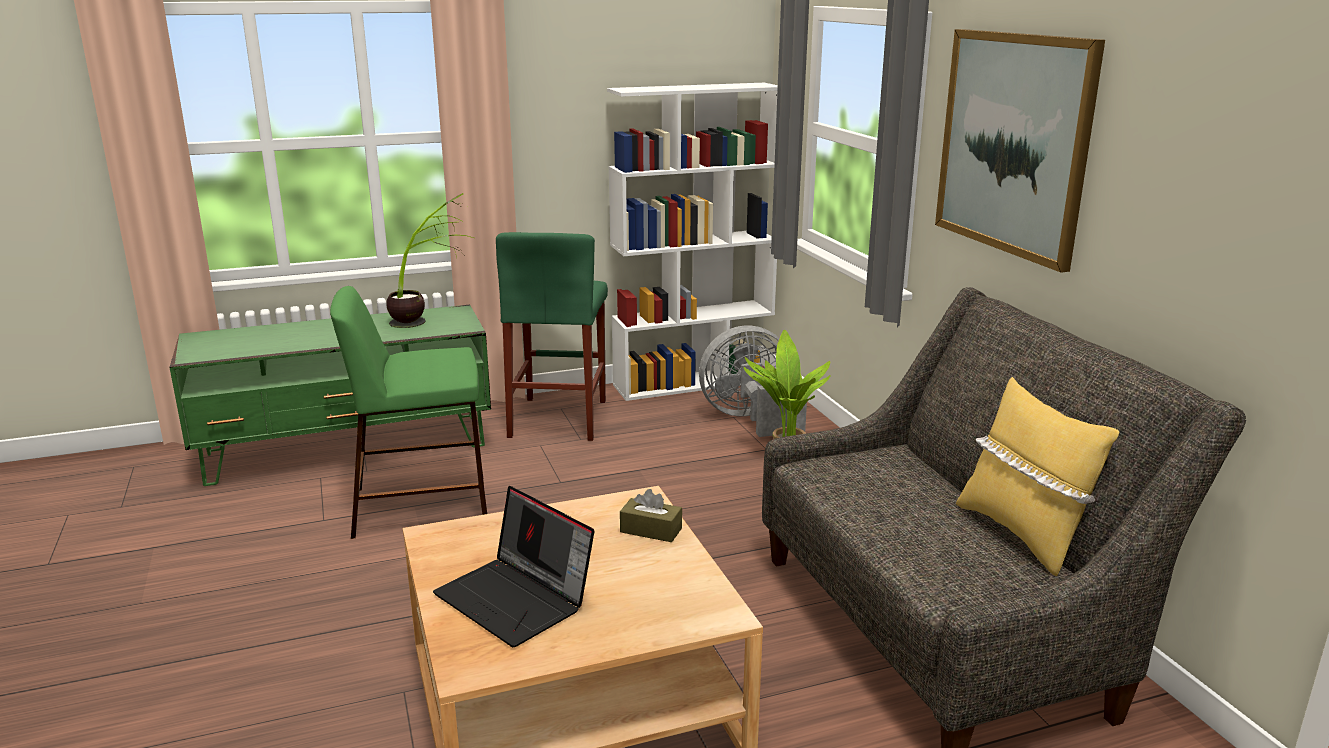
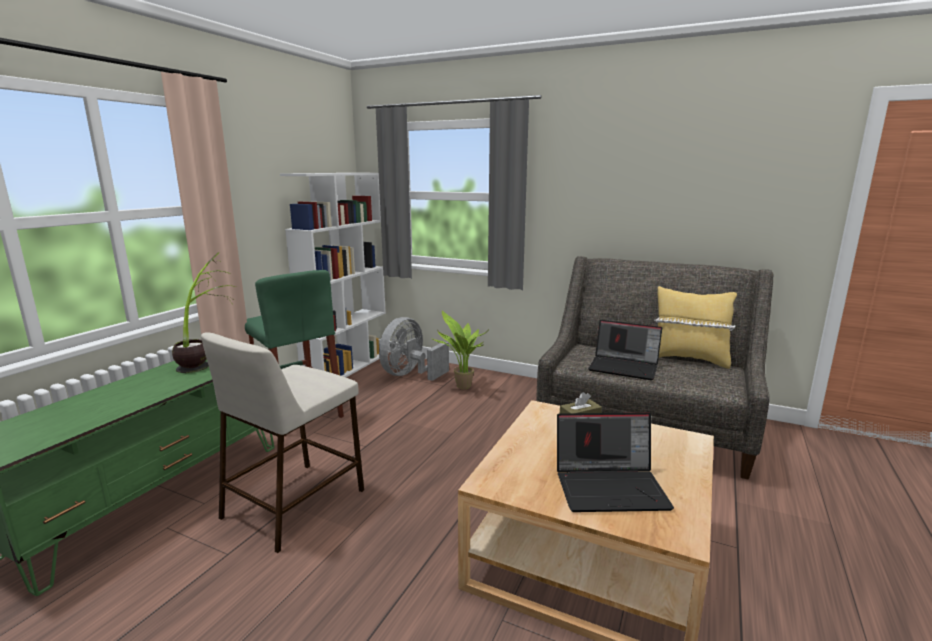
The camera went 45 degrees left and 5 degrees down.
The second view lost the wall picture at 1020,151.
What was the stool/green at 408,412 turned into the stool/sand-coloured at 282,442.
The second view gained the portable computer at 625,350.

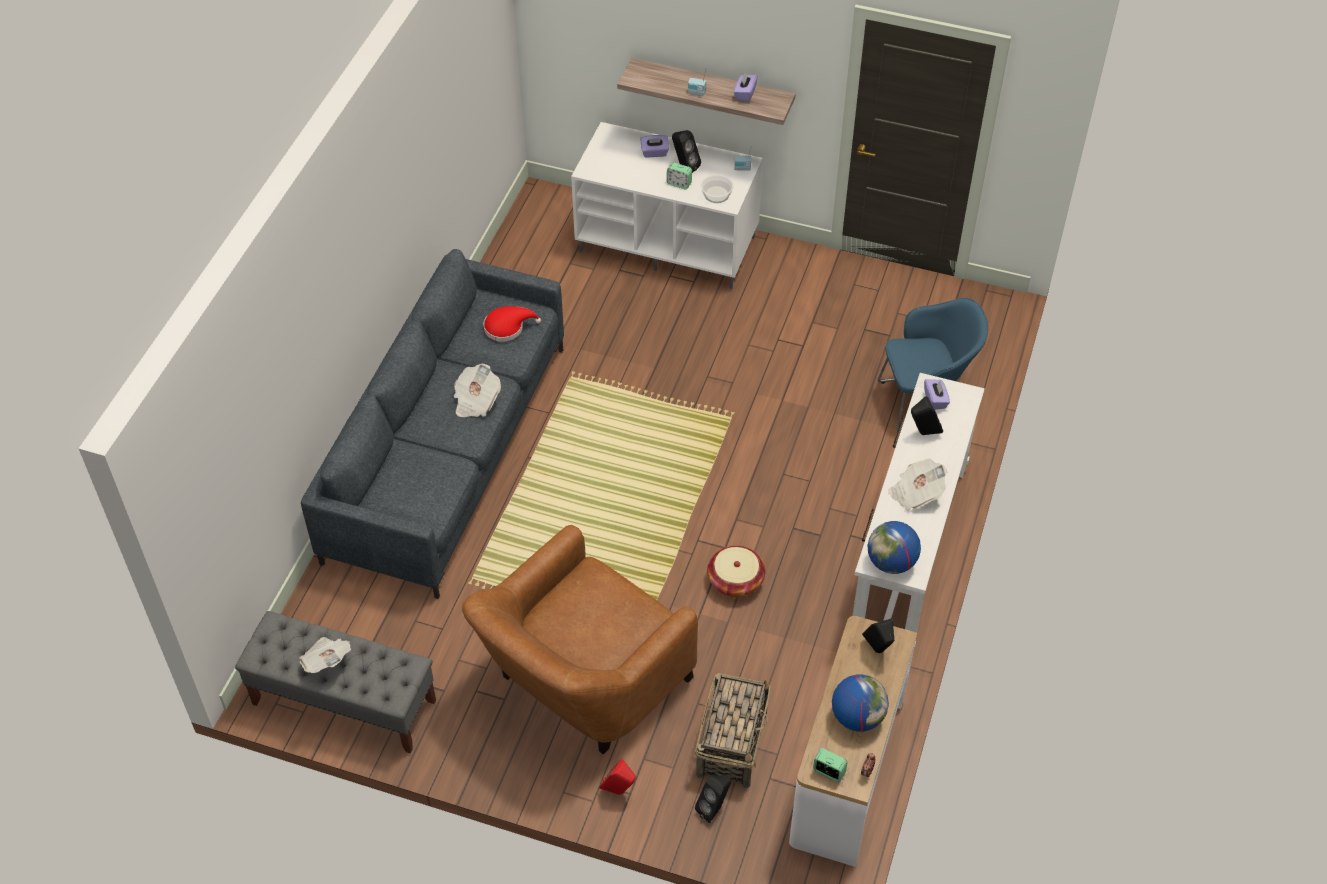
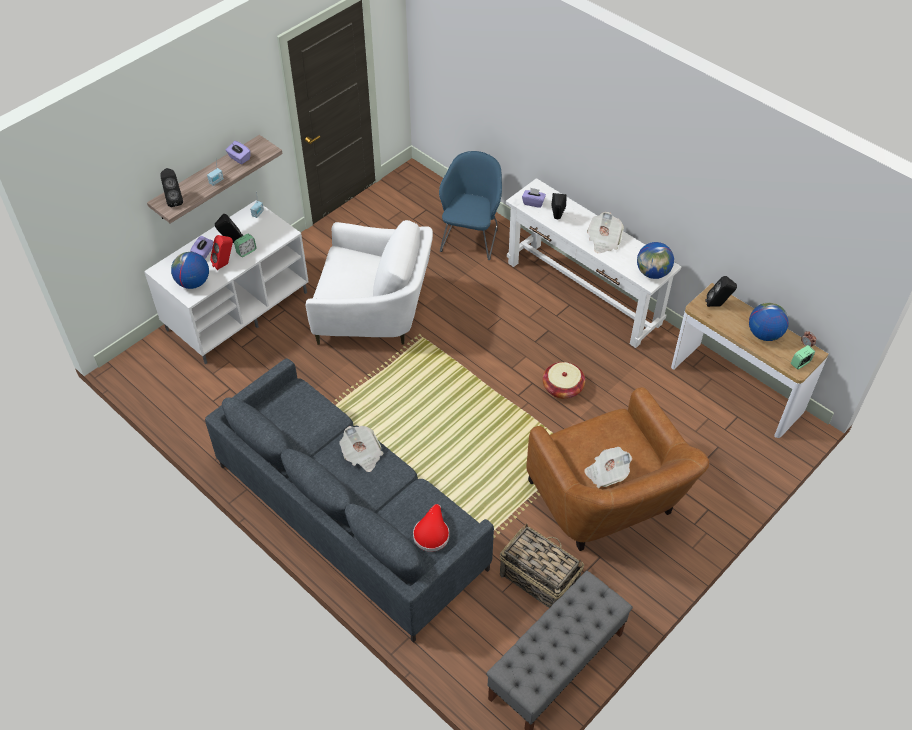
The camera went 65 degrees left and 0 degrees up.
The second view lost the serving bowl at 717,189.
The wearable hat/red-coloured ended up elsewhere, having gone from 512,324 to 431,528.
The daily paper ended up elsewhere, having gone from 325,655 to 608,467.
The basket ended up elsewhere, having gone from 732,731 to 542,565.
The audio speaker/red-coloured ended up elsewhere, having gone from 617,777 to 221,252.
The audio speaker/blackish ended up elsewhere, having gone from 713,799 to 171,187.
The second view gained the lounge chair/white at 369,282.
The second view gained the world globe at 190,270.

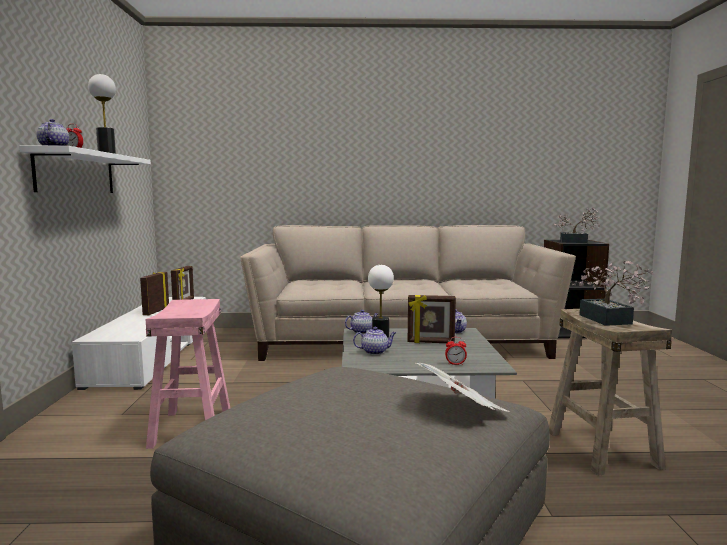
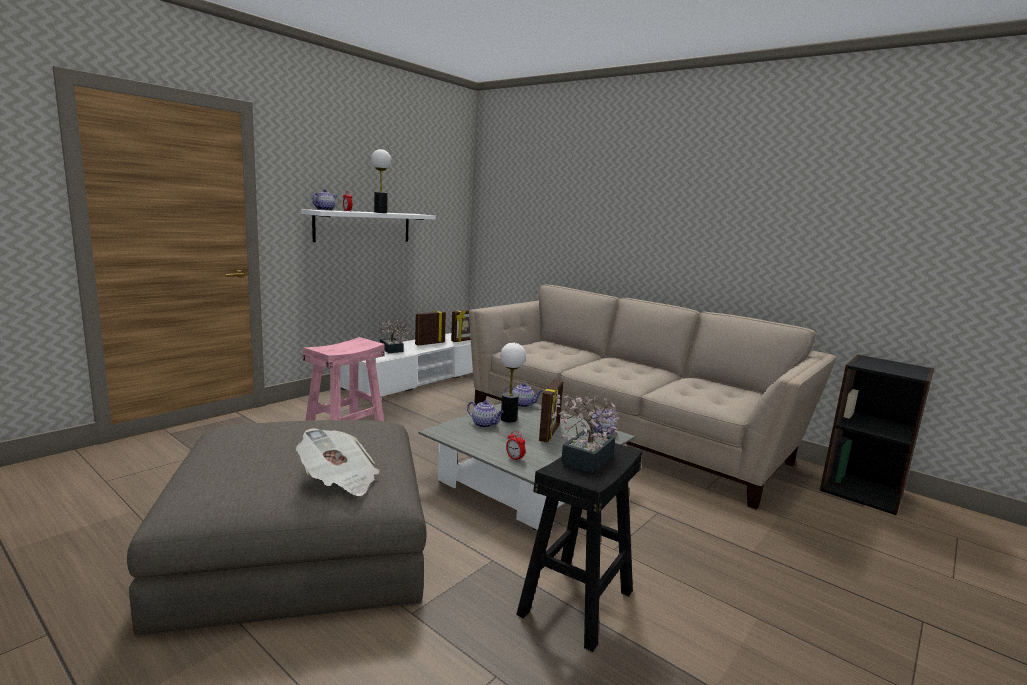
The camera went 40 degrees right and 5 degrees up.
The potted plant ended up elsewhere, having gone from 577,225 to 393,336.
The photo frame at 432,319 ended up facing another way, 120 degrees counterclockwise from before.
What was the stool/sand-coloured at 610,392 turned into the stool/blackish at 579,547.

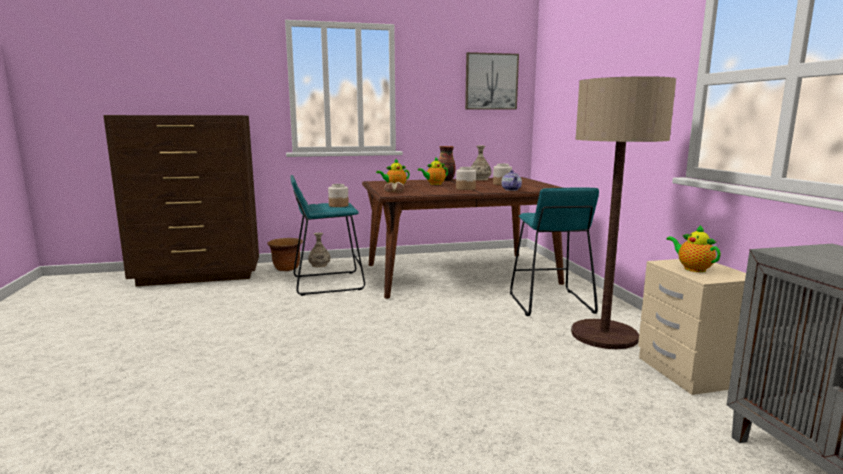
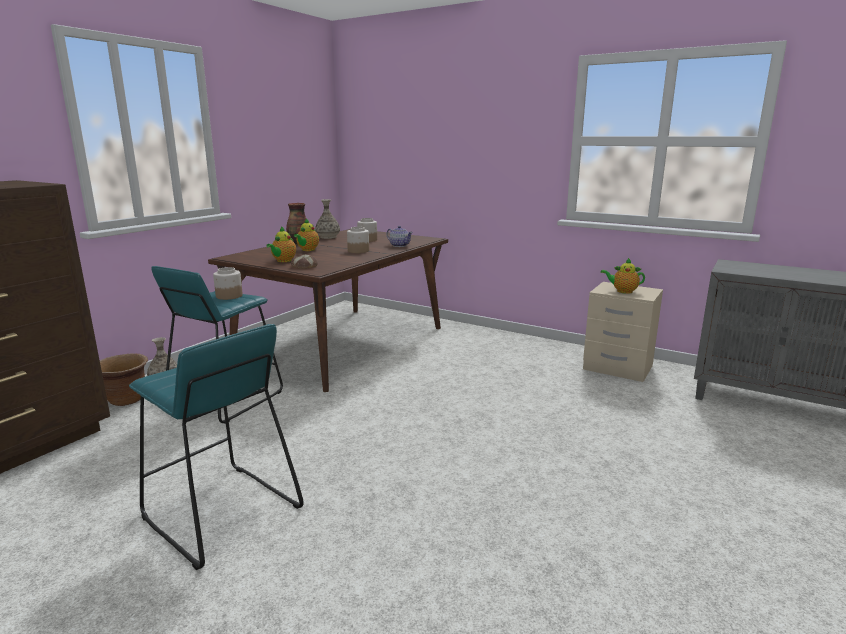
The camera went 45 degrees left and 5 degrees up.
The second view lost the wall picture at 492,81.
The second view lost the floor lamp at 623,212.
The stool/turquoise-coloured ended up elsewhere, having gone from 554,252 to 216,447.

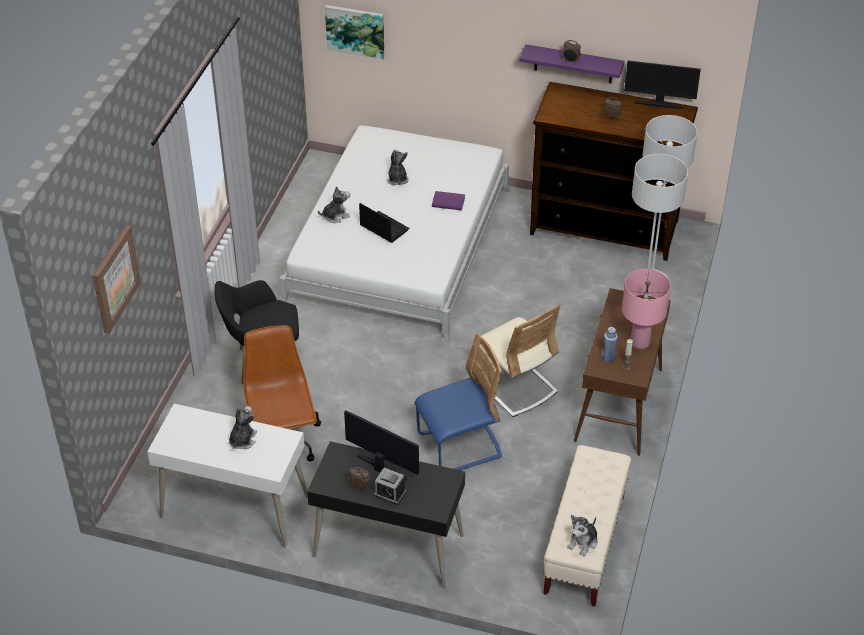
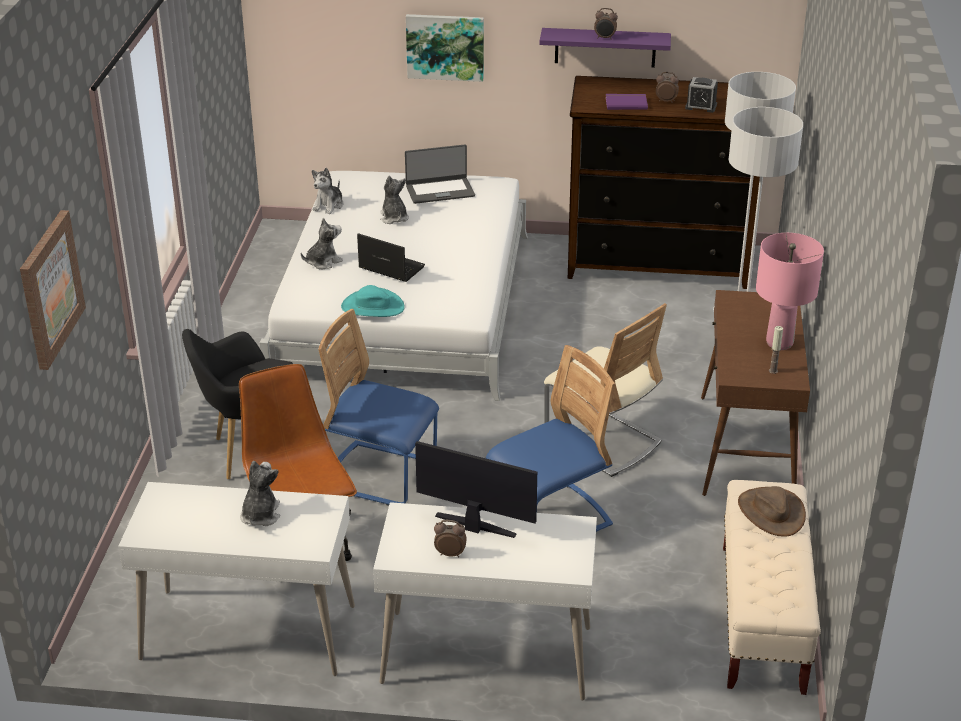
The camera went 10 degrees left and 10 degrees down.
The wall picture ended up elsewhere, having gone from 354,32 to 445,48.
The second view lost the computer screen at 662,85.
The book/purple-coloured ended up elsewhere, having gone from 448,200 to 627,102.
The second view lost the drink bottle/blue-coloured at 610,344.
What was the desk table/blackish at 386,515 turned into the desk table/white at 485,601.
The bedside clock ended up elsewhere, having gone from 390,486 to 701,95.
The cuddly toy ended up elsewhere, having gone from 582,536 to 327,191.
The second view gained the portable computer at 440,174.
The second view gained the wearable hat/turquoise-coloured at 373,301.
The second view gained the plain chair/blue-coloured at 378,407.
The second view gained the wearable hat/brownish at 772,511.

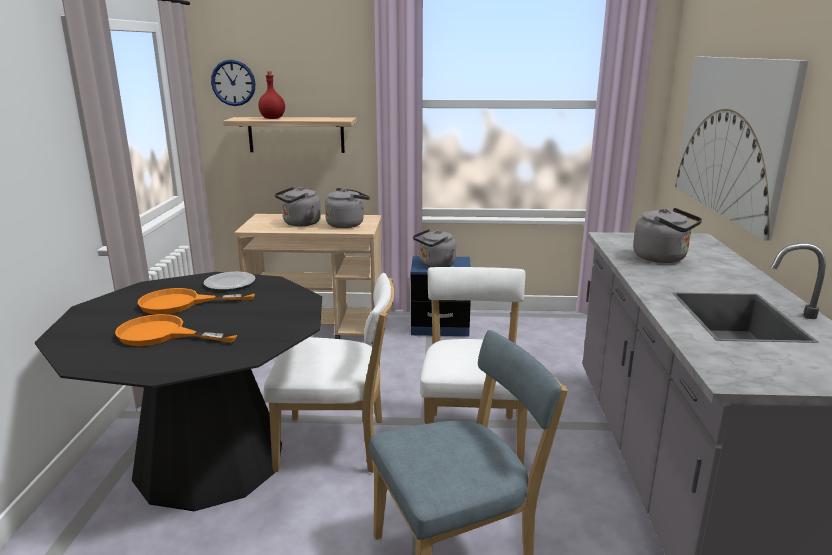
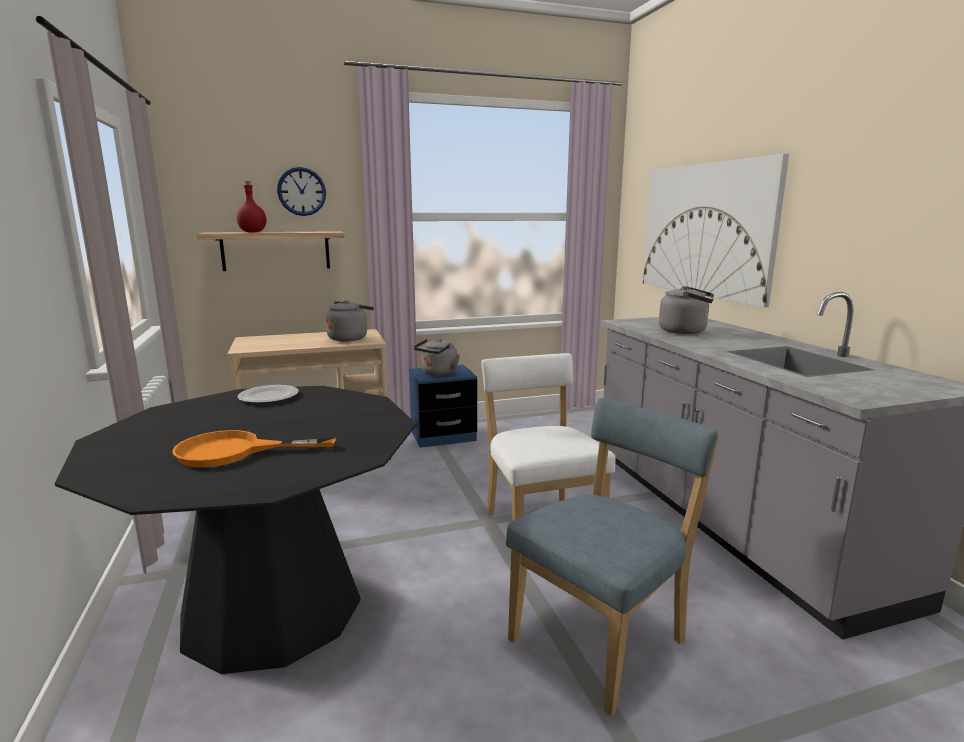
The camera went 20 degrees left and 5 degrees down.
The wall clock ended up elsewhere, having gone from 233,83 to 301,191.
The second view lost the kettle/greyish at 298,206.
The second view lost the plain chair/white at 329,373.
The second view lost the frying pan/orange-coloured at 196,301.

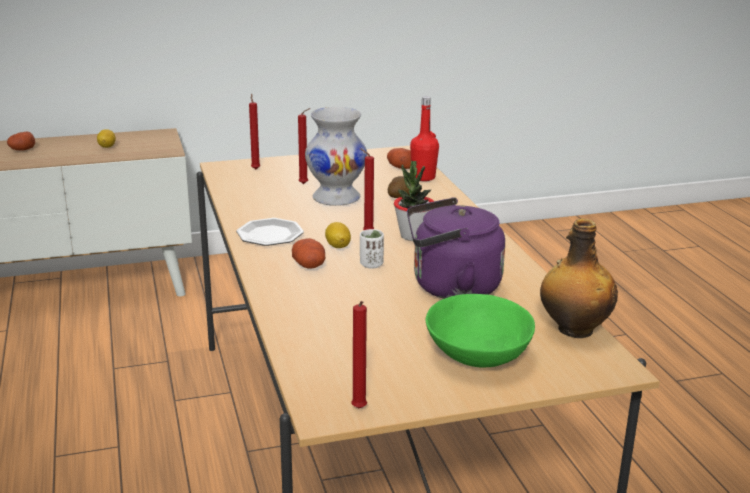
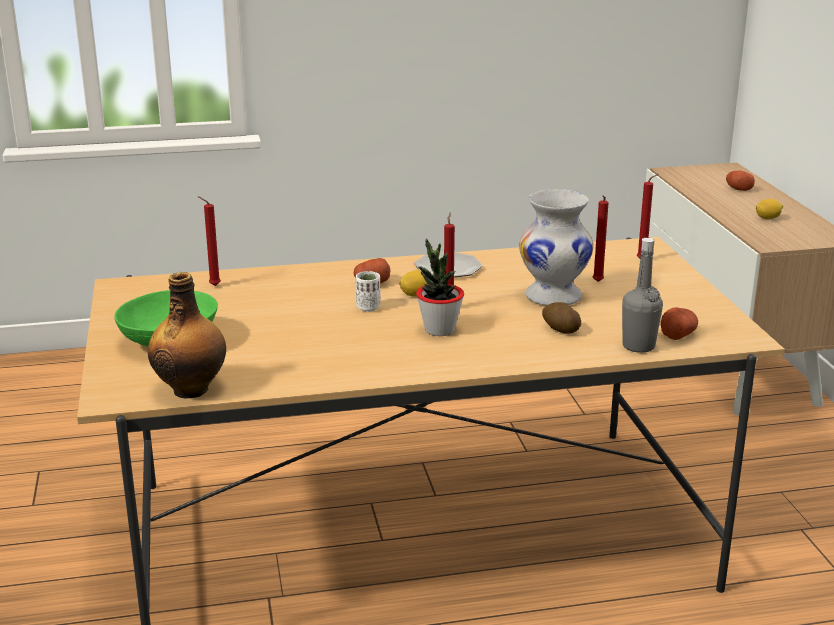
The camera went 95 degrees right and 0 degrees up.
What was the drink bottle/red-coloured at 424,138 turned into the drink bottle/greyish at 642,295.
The second view lost the kettle/purple-coloured at 456,248.
The candle/red-coloured ended up elsewhere, having gone from 359,355 to 209,241.

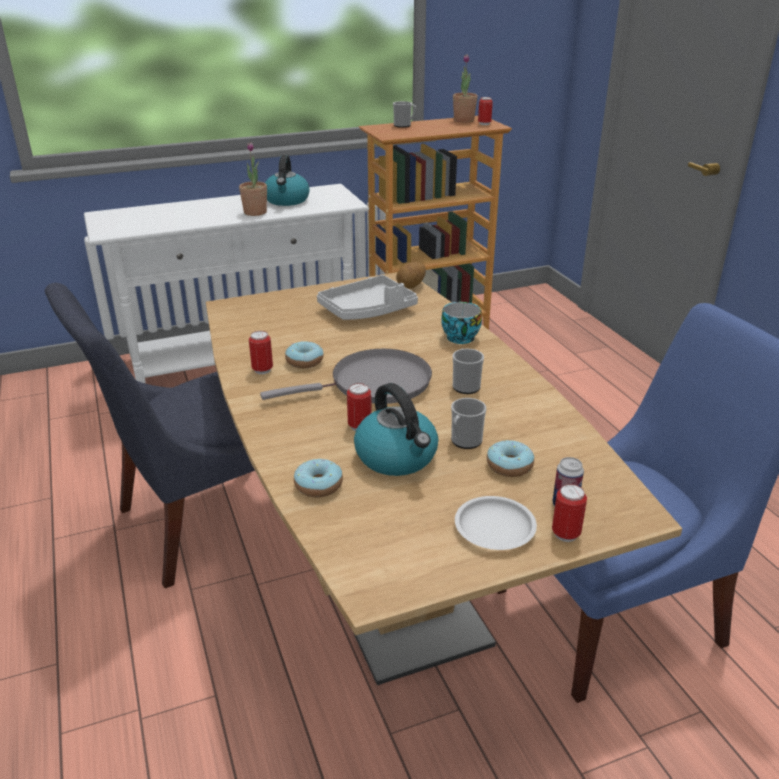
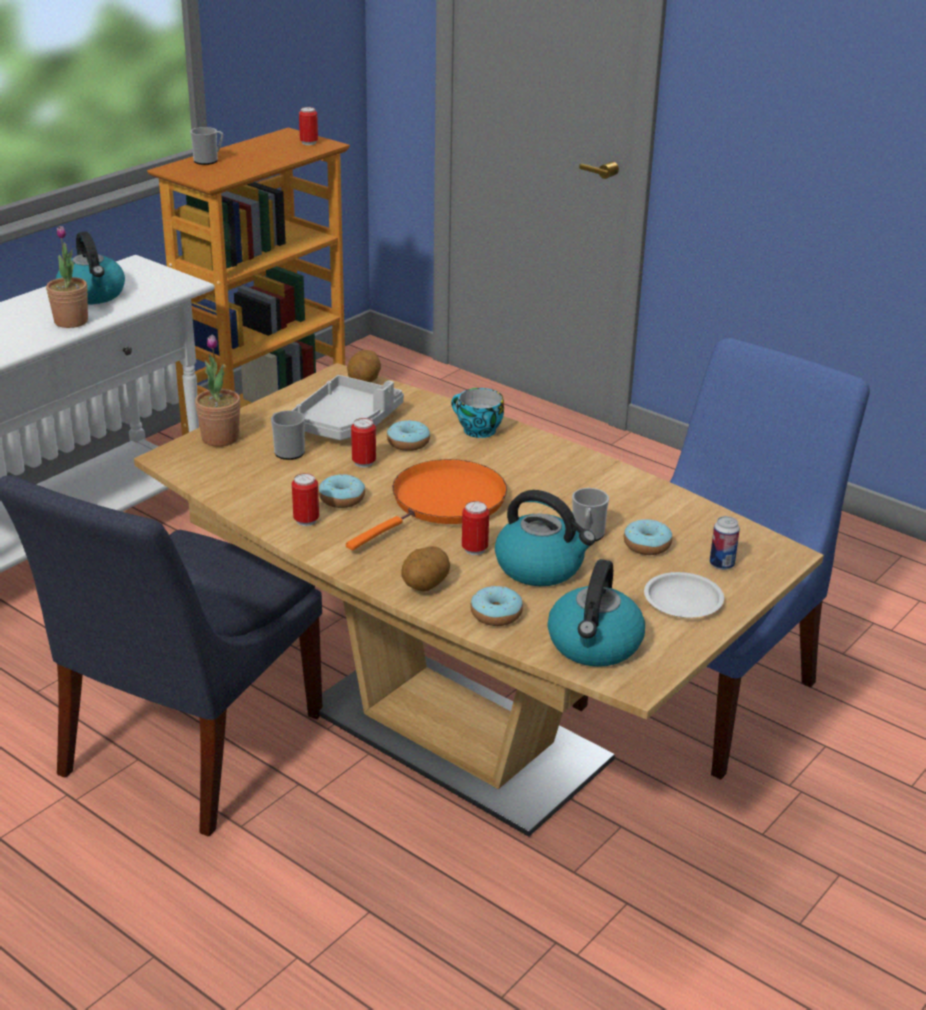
The camera went 30 degrees left and 0 degrees up.
The potted plant ended up elsewhere, having gone from 465,88 to 218,390.
What was the frying pan/greyish at 346,376 turned into the frying pan/orange-coloured at 426,504.
The mug ended up elsewhere, having gone from 468,371 to 288,435.
The metal can ended up elsewhere, having gone from 569,513 to 363,443.
The second view gained the doughnut at 408,435.
The second view gained the spud at 425,568.
The second view gained the kettle at 596,613.

